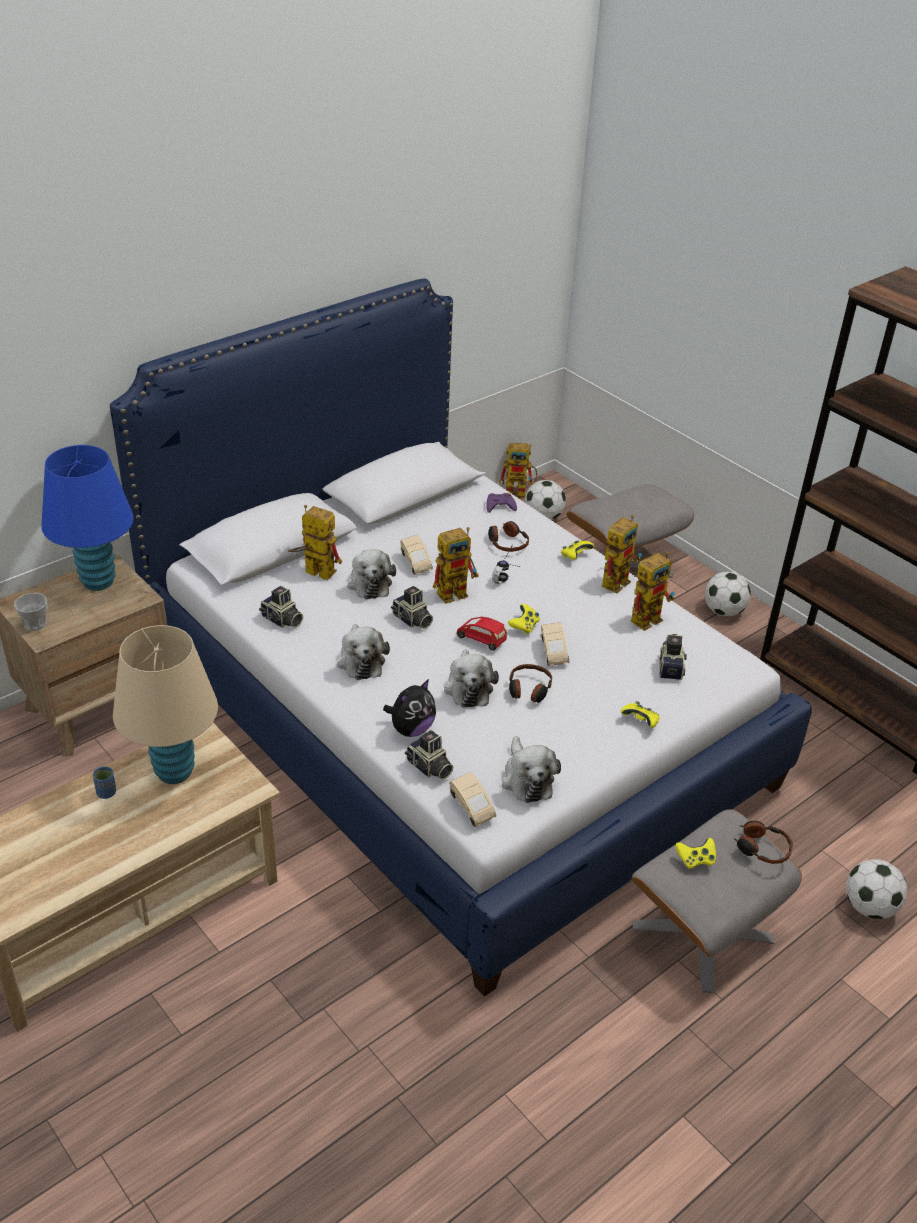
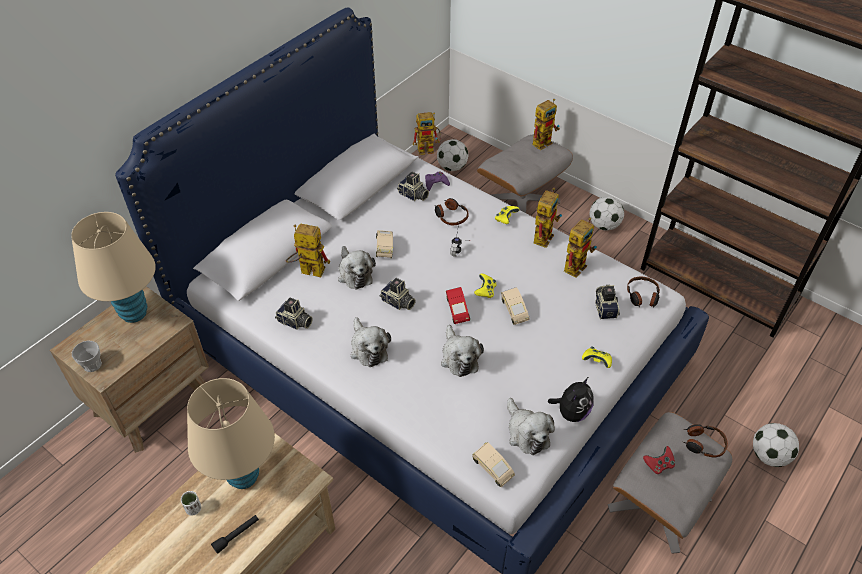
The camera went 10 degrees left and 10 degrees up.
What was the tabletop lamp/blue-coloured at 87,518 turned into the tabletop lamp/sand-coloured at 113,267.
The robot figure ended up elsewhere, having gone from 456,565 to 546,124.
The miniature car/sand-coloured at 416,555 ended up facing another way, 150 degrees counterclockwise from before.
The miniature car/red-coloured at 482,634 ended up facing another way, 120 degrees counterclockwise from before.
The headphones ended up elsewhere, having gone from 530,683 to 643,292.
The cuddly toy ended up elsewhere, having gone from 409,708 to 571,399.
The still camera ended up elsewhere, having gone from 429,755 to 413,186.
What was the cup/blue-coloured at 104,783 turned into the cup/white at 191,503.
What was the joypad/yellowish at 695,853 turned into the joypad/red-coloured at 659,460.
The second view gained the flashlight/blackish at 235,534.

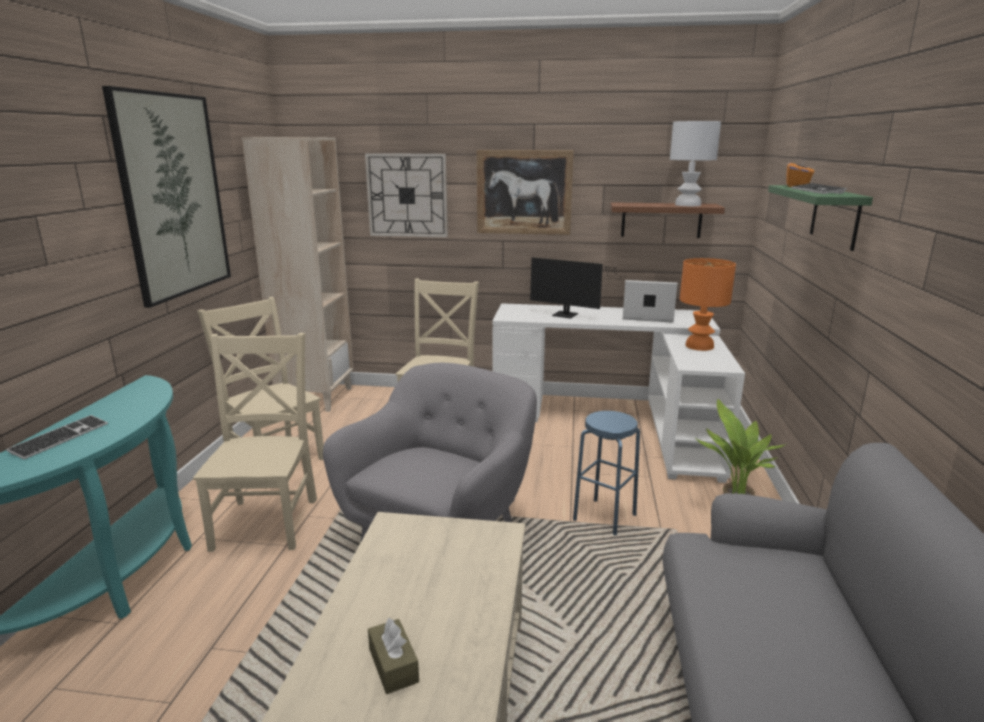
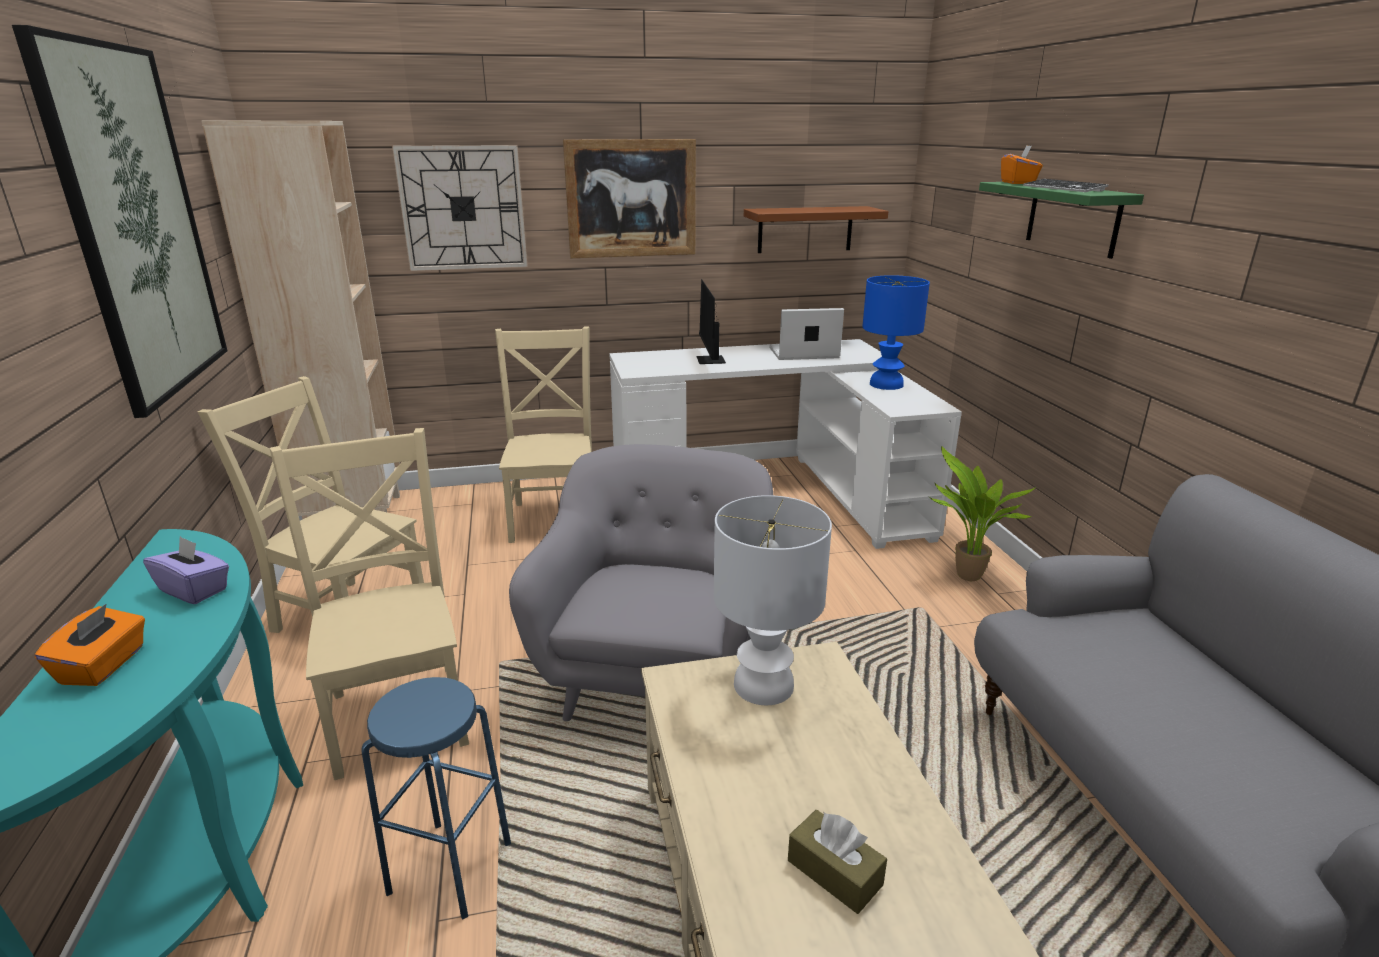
The camera went 20 degrees left and 5 degrees up.
The tabletop lamp/white ended up elsewhere, having gone from 695,163 to 773,600.
The computer screen at 578,288 ended up facing another way, 75 degrees clockwise from before.
What was the tabletop lamp/orange-coloured at 708,304 turned into the tabletop lamp/blue-coloured at 896,332.
The stool/blue-coloured ended up elsewhere, having gone from 606,473 to 436,798.
Where the computer keyboard stood at 57,437, the box of tissues/orange-coloured came to stand at 90,644.
The second view gained the box of tissues/purple-coloured at 186,570.

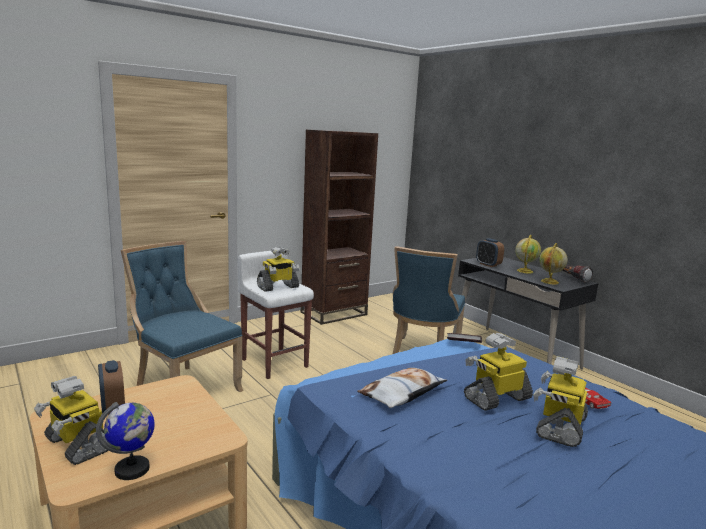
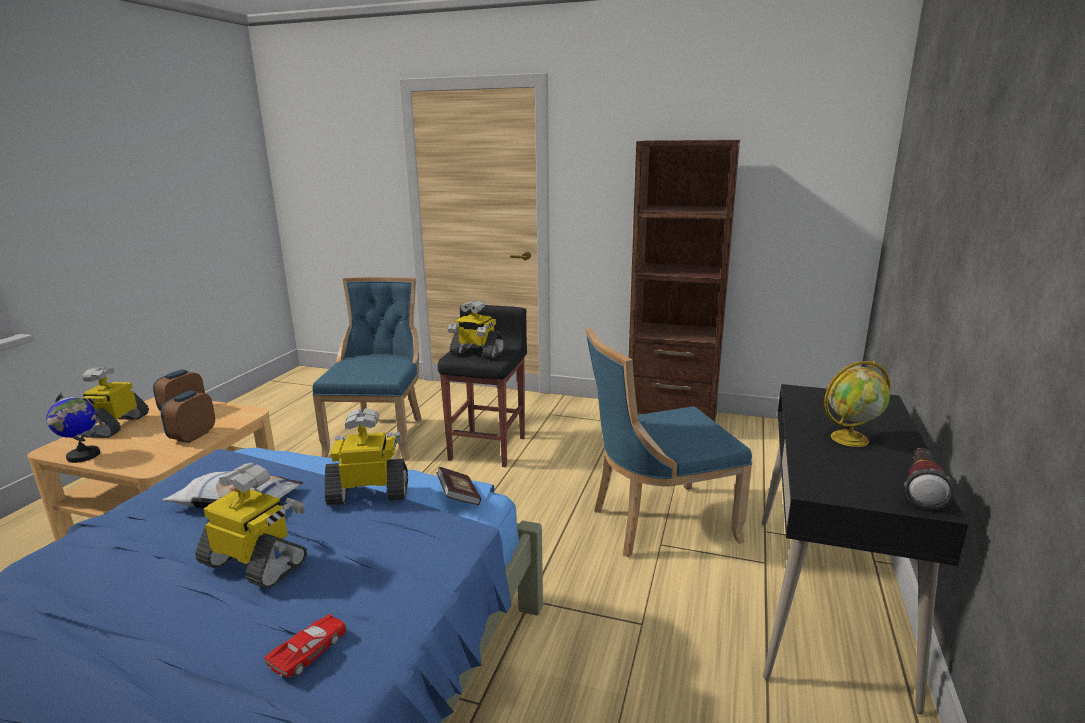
The camera went 55 degrees right and 5 degrees up.
The bedside clock ended up elsewhere, having gone from 490,252 to 188,417.
The second view lost the world globe at 553,263.
What was the stool/white at 275,315 turned into the stool/blackish at 482,386.
The robot figure ended up elsewhere, having gone from 560,401 to 366,456.

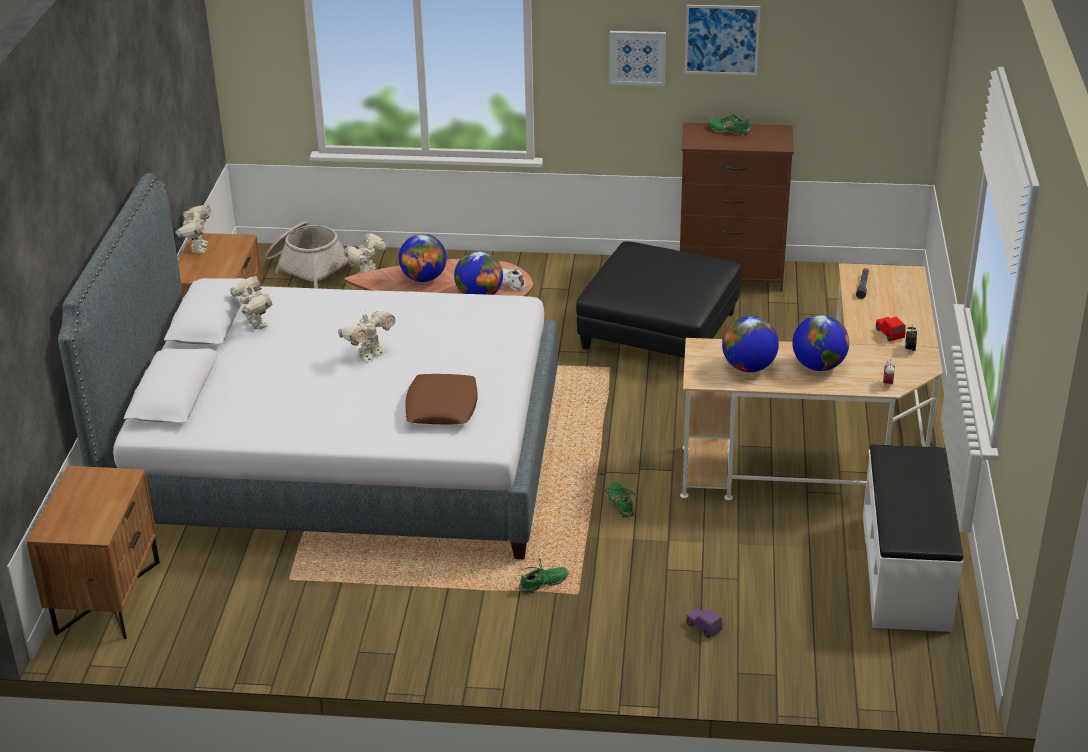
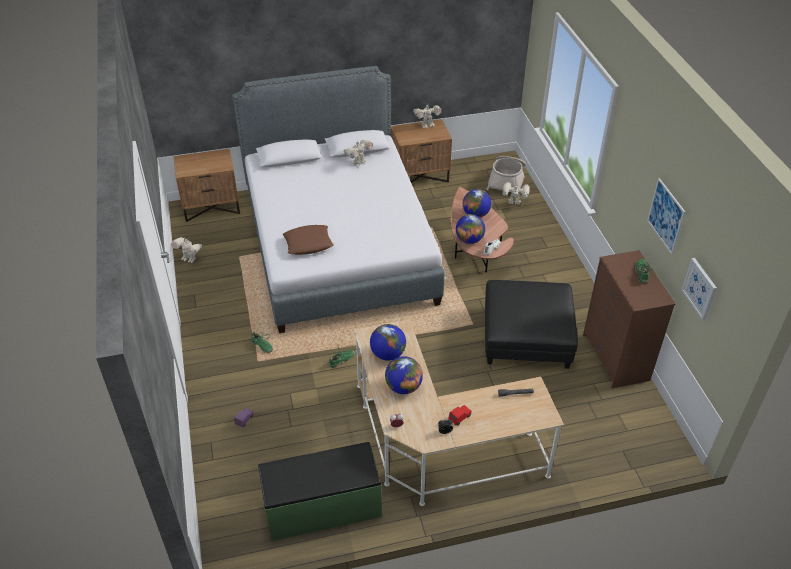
The camera went 70 degrees right and 10 degrees up.
The wall picture ended up elsewhere, having gone from 637,58 to 699,289.
The robot figure ended up elsewhere, having gone from 367,335 to 186,250.
What was the bench/white at 913,538 turned into the bench/green at 320,491.

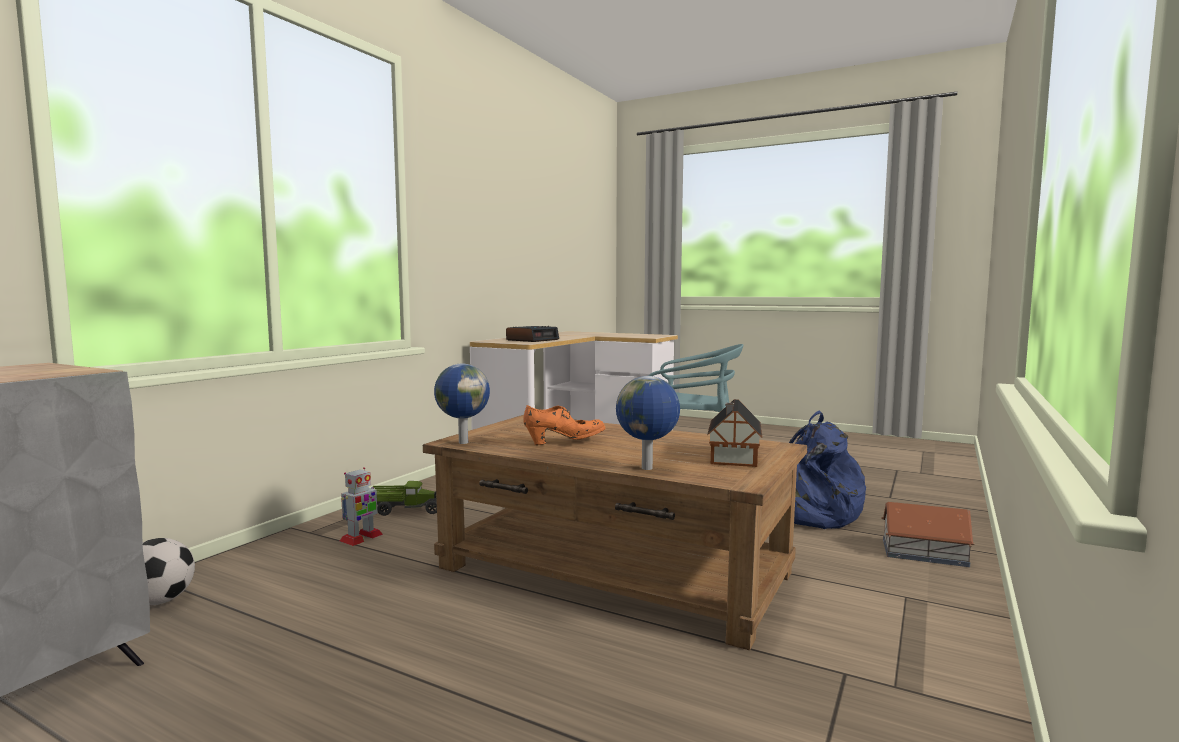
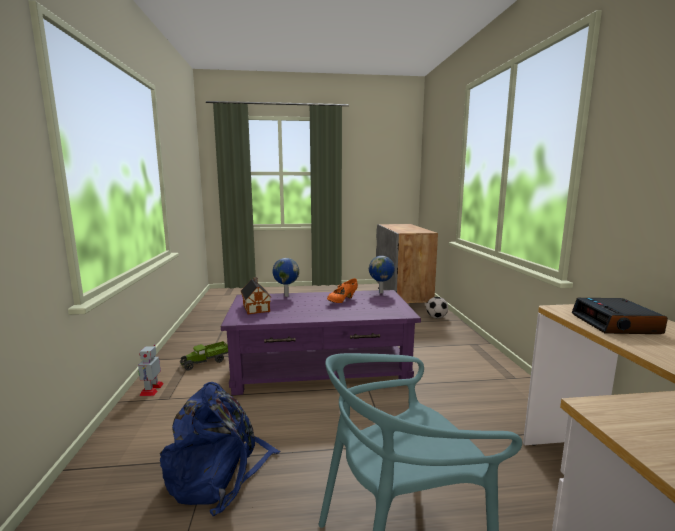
The camera went 145 degrees right and 5 degrees up.
What was the lounge table/brownish at 615,532 turned into the lounge table/purple-coloured at 321,342.
The robot figure ended up elsewhere, having gone from 361,506 to 151,370.
The toy truck ended up elsewhere, having gone from 405,498 to 204,355.
The second view lost the toy house at 928,534.

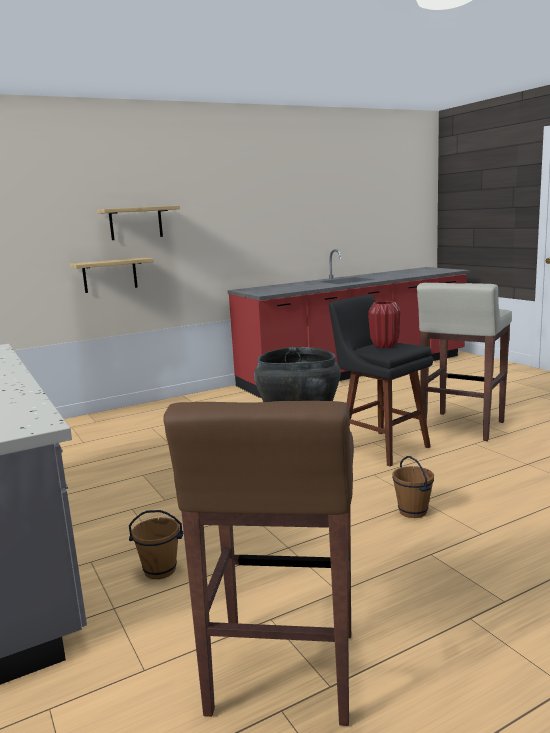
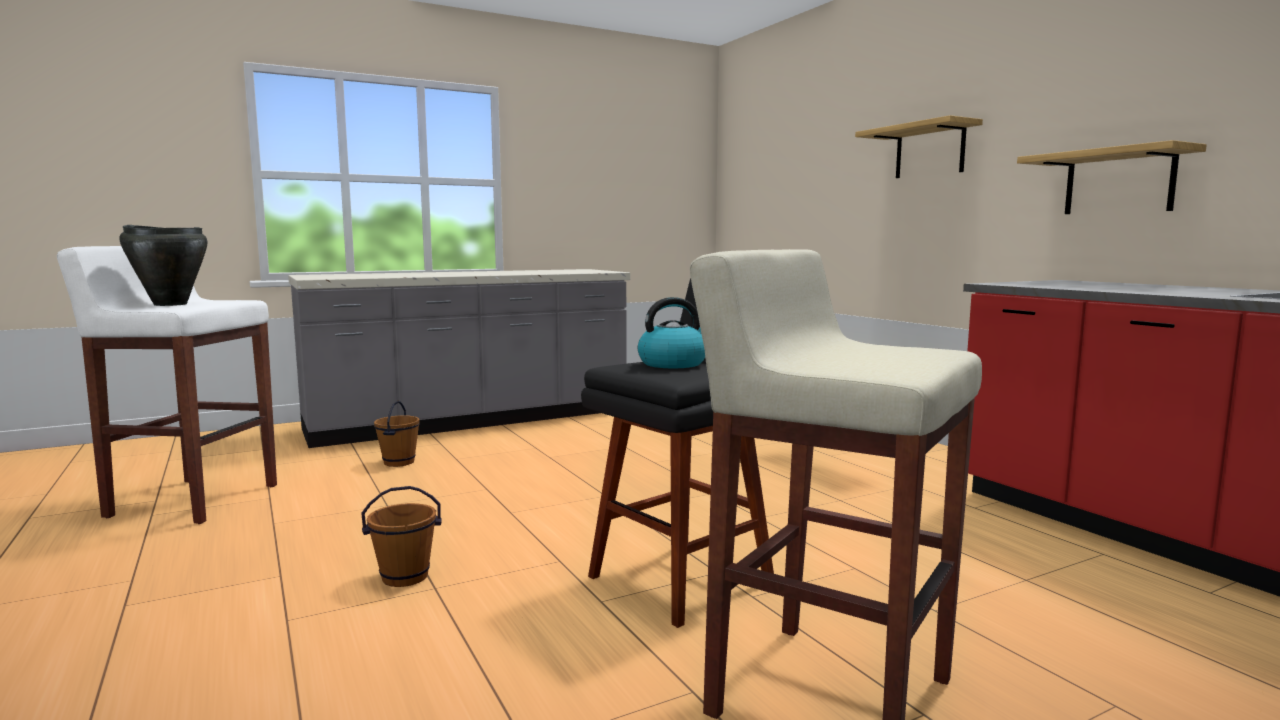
The camera went 90 degrees right and 5 degrees down.
The wall shelf ended up elsewhere, having gone from 112,275 to 1112,177.
Where the decorative vase/red-coloured stood at 384,324, the kettle came to stand at 671,332.
What was the stool/brownish at 258,563 turned into the stool/white at 167,385.

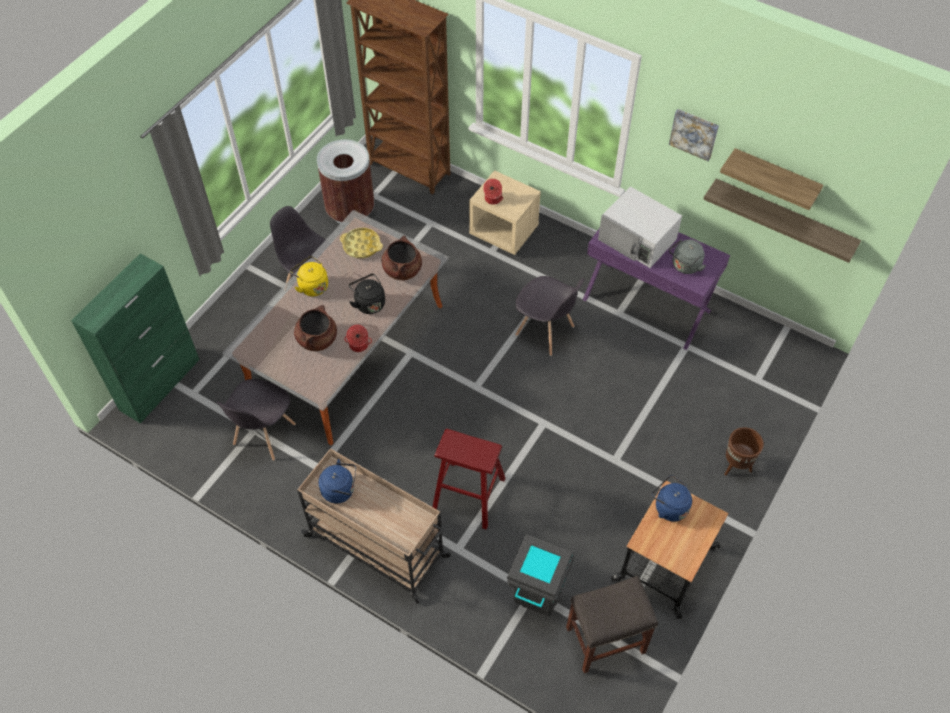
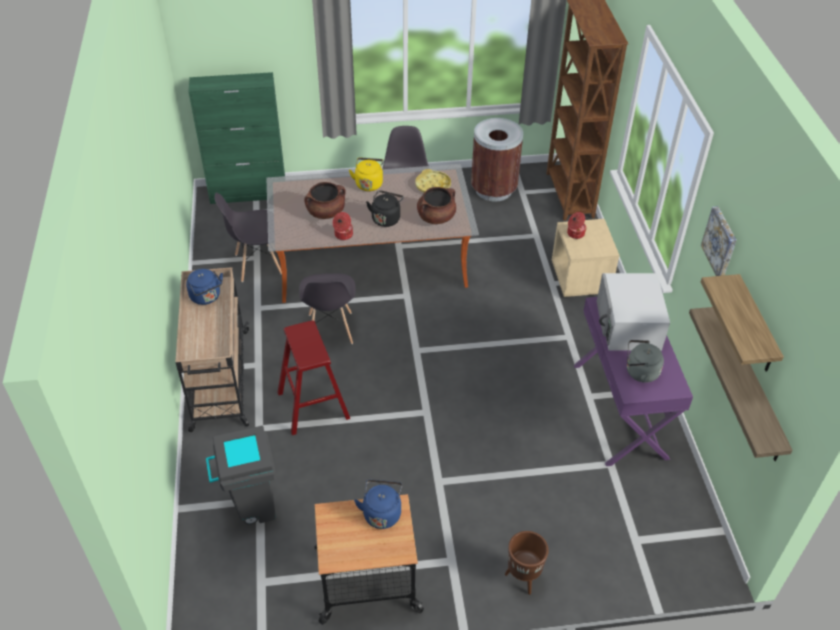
The camera went 50 degrees right and 10 degrees down.
The plain chair/greyish ended up elsewhere, having gone from 550,316 to 327,308.
The second view lost the stool/greyish at 612,624.

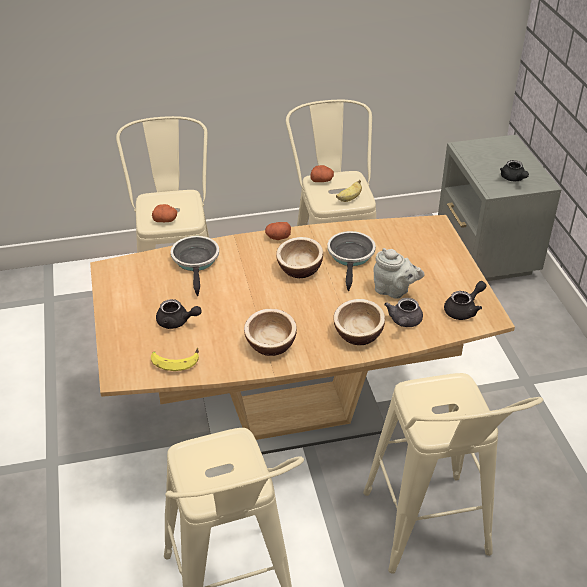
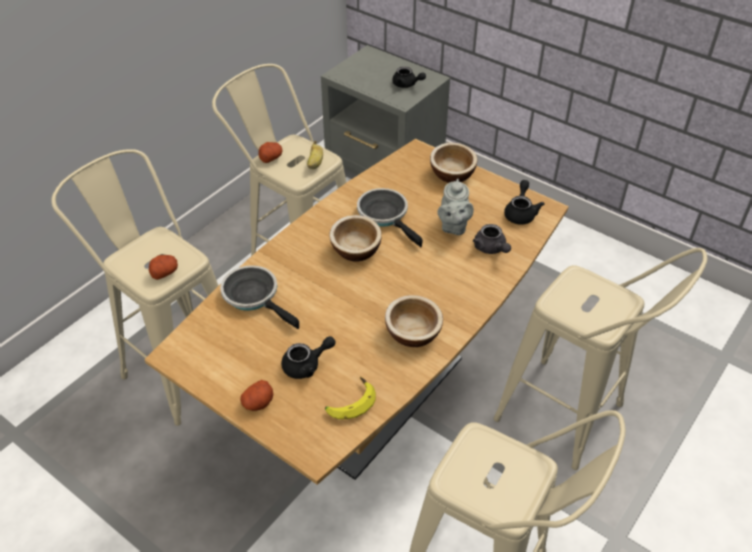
The camera went 40 degrees left and 5 degrees up.
The spud ended up elsewhere, having gone from 278,231 to 256,395.
The tea pot/greyish at 399,273 ended up facing another way, 105 degrees clockwise from before.
The serving bowl ended up elsewhere, having gone from 359,322 to 453,163.

